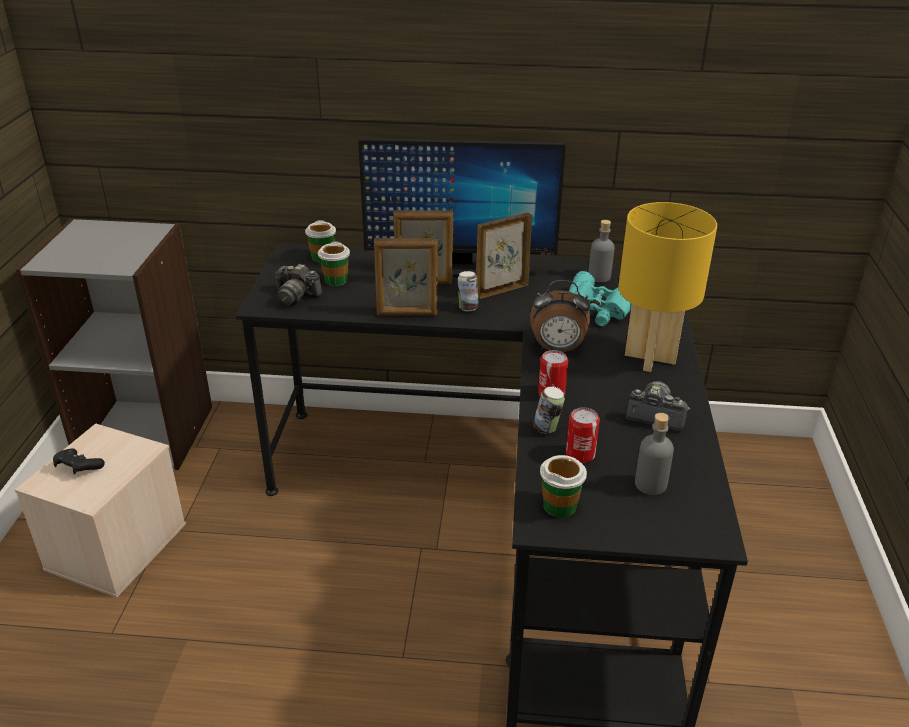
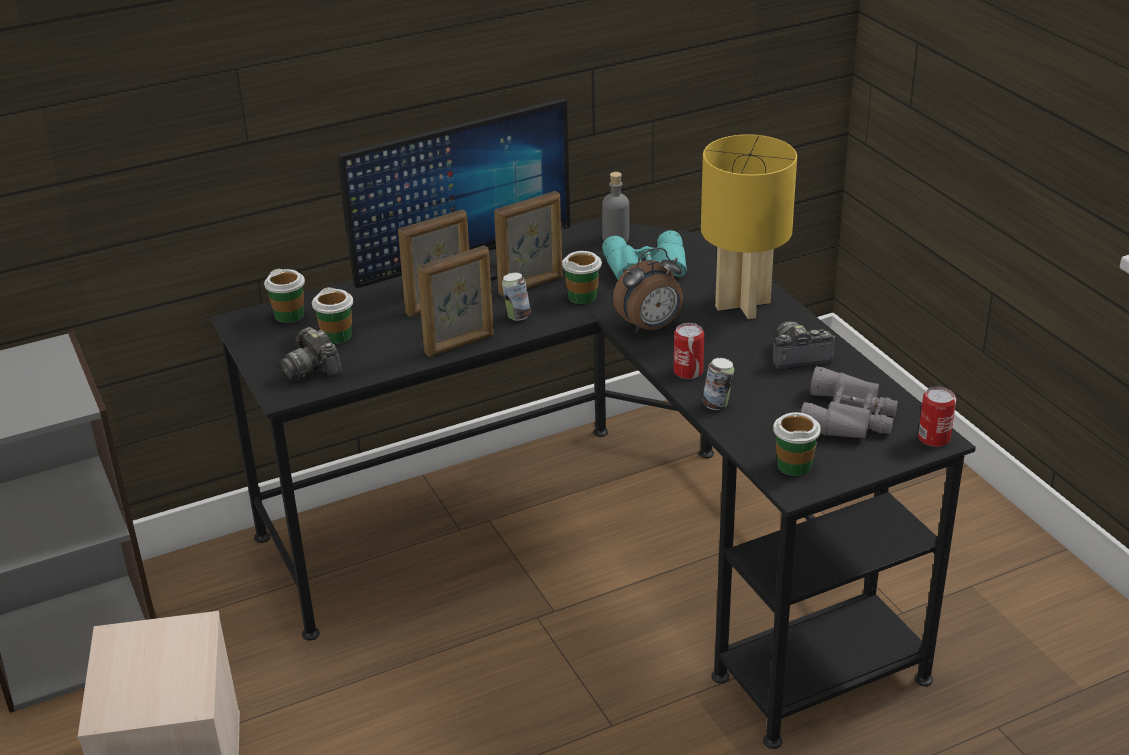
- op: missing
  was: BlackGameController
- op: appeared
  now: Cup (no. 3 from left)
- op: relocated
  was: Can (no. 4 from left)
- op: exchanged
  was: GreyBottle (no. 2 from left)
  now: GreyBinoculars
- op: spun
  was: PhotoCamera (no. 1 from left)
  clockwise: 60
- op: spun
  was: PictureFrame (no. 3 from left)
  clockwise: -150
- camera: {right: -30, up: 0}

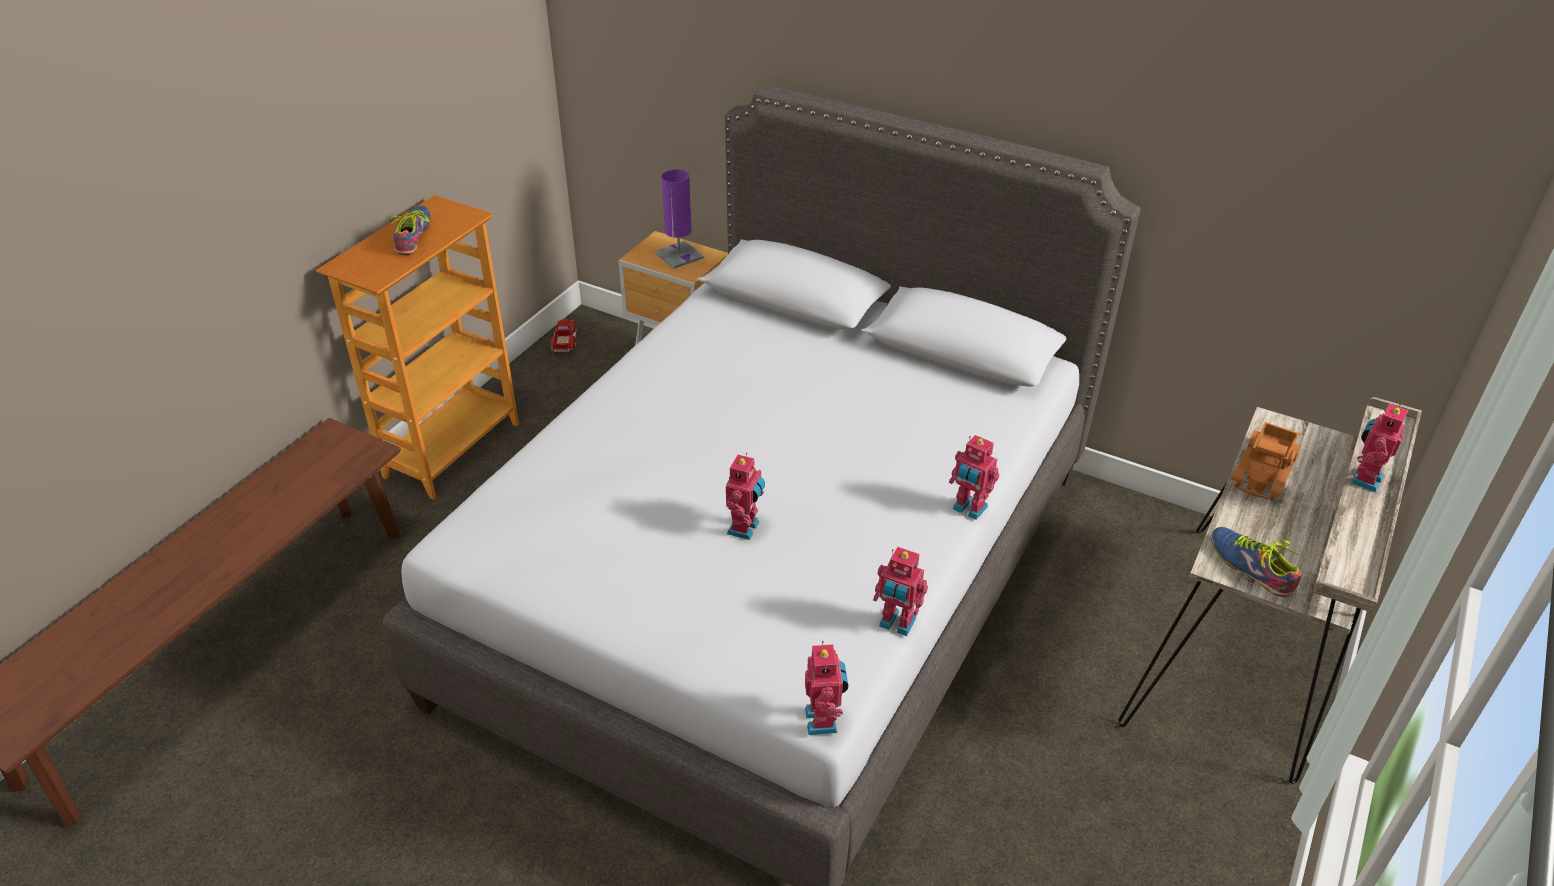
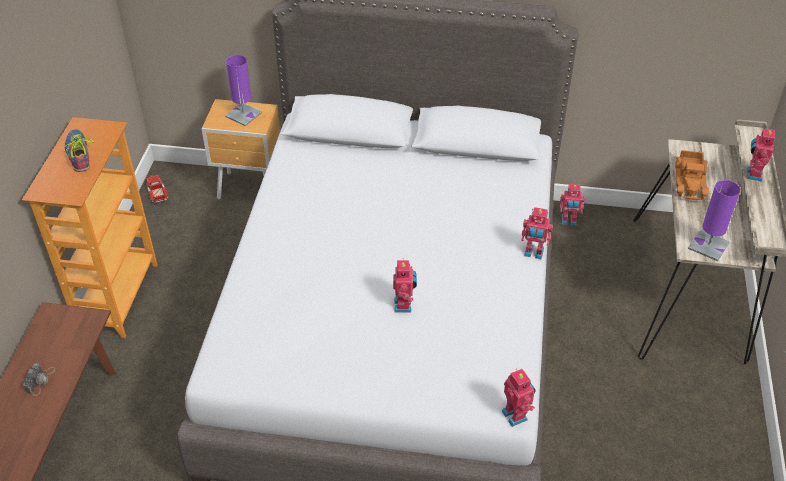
- op: appeared
  now: PhotoCamera
- op: relocated
  was: ToyRobot (no. 3 from left in the first image)
  now: ToyRobot (no. 4 from left)
- op: exchanged
  was: Shoe (no. 2 from left)
  now: PurpleTableLamp (no. 2 from left)
- camera: {right: -20, up: 5}

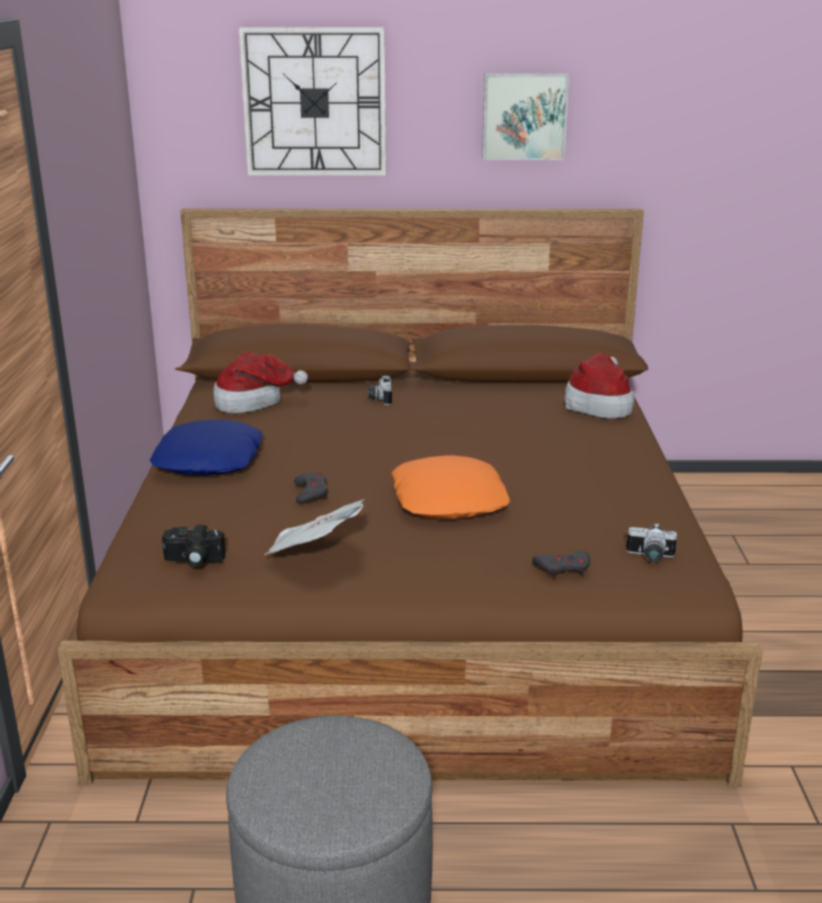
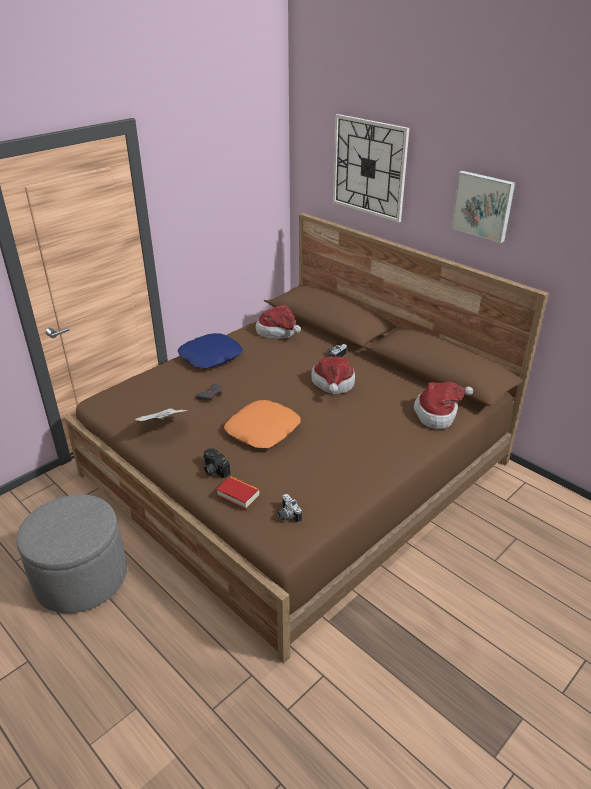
- op: appeared
  now: Hat (no. 2 from left)
- op: relocated
  was: PhotoCamera (no. 1 from left)
- op: exchanged
  was: GreyGameController (no. 2 from left)
  now: Book
- camera: {right: 45, up: 10}

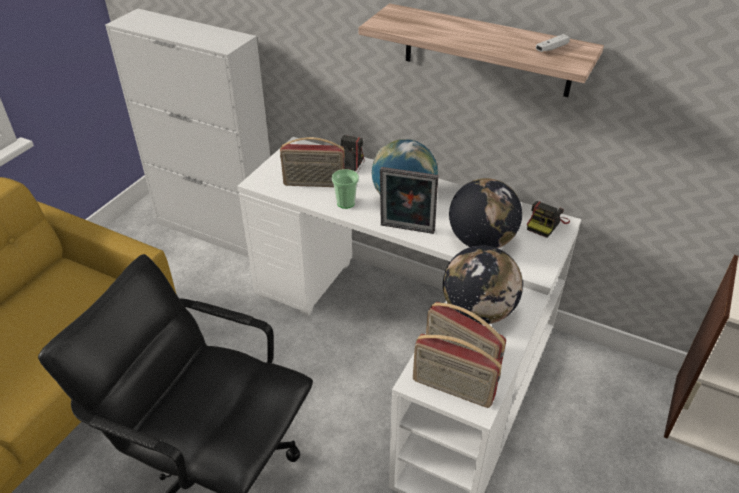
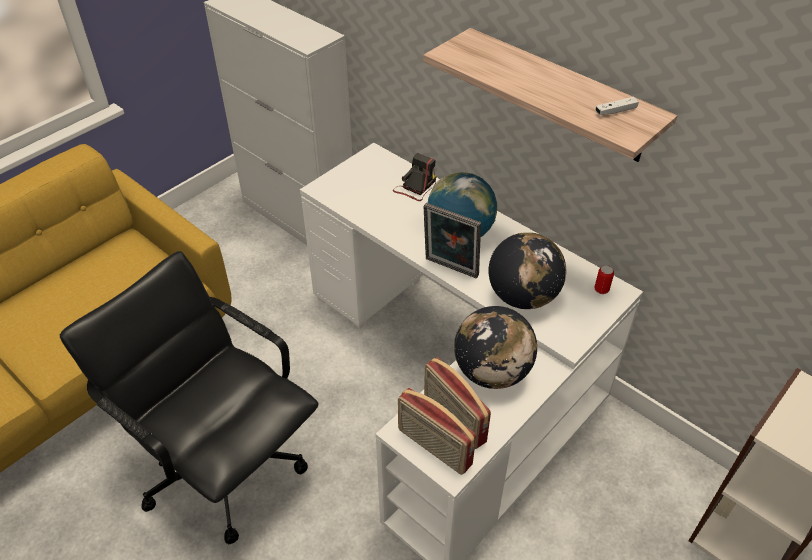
- op: missing
  was: Radio (no. 1 from left)
- op: missing
  was: Cup
- op: exchanged
  was: PhotoCamera (no. 2 from left)
  now: Can
- camera: {right: 15, up: 5}

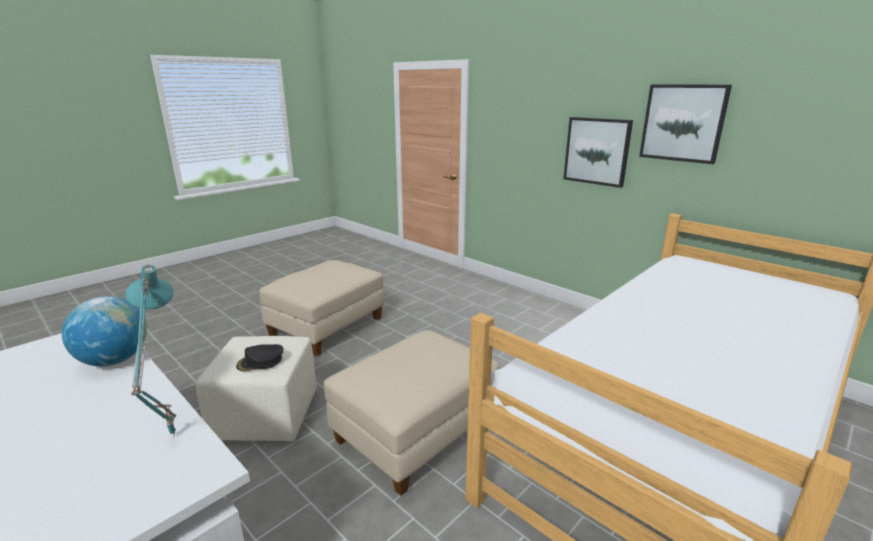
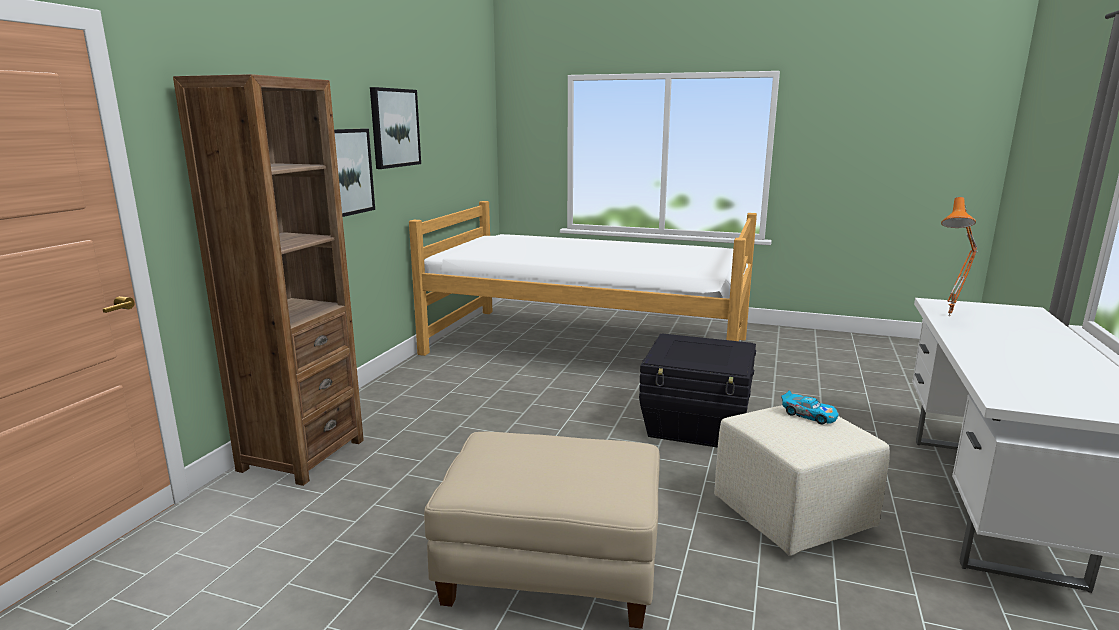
- op: missing
  was: Globe
- op: appeared
  now: BrownBookcase
- op: exchanged
  was: BlackCap
  now: ToyCar
- op: exchanged
  was: BeigeOttoman (no. 3 from left)
  now: BlackStorageBox
- op: colour
  was: TurquoiseTableLamp
  now: OrangeTableLamp
- camera: {right: -115, up: -5}

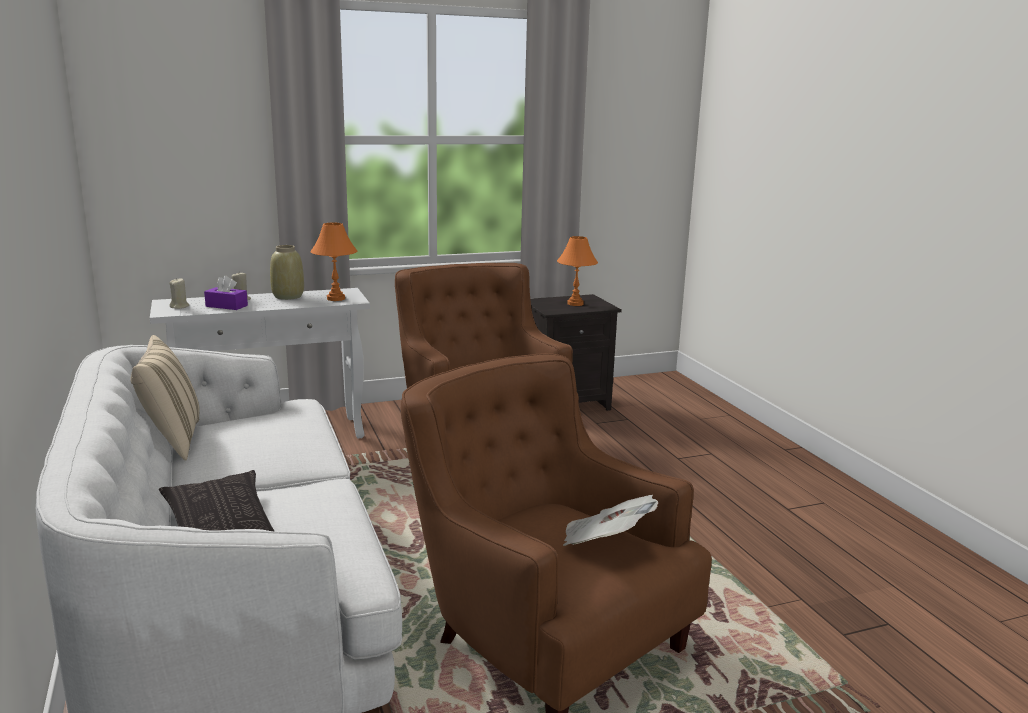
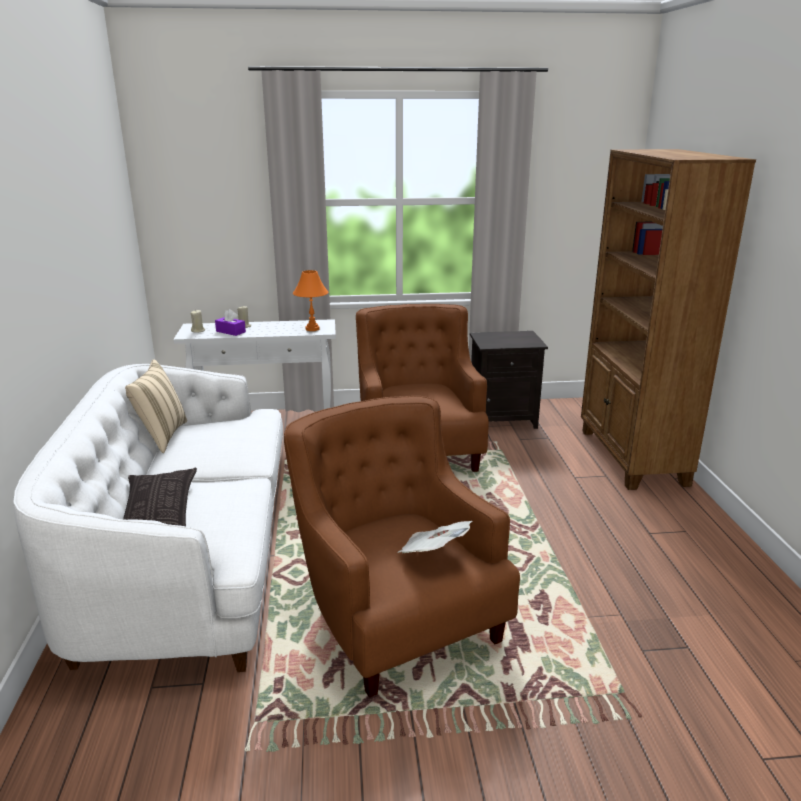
- op: missing
  was: BeigeVase
- op: missing
  was: OrangeTableLamp (no. 2 from left)
- op: appeared
  now: BrownBookcase
- camera: {right: 15, up: 5}

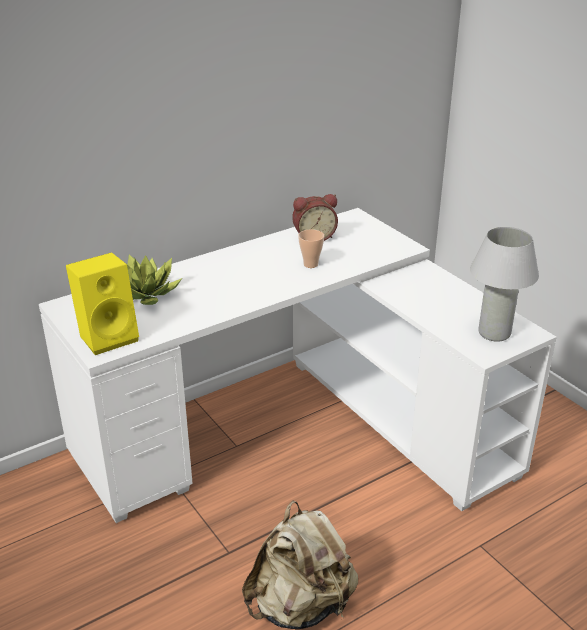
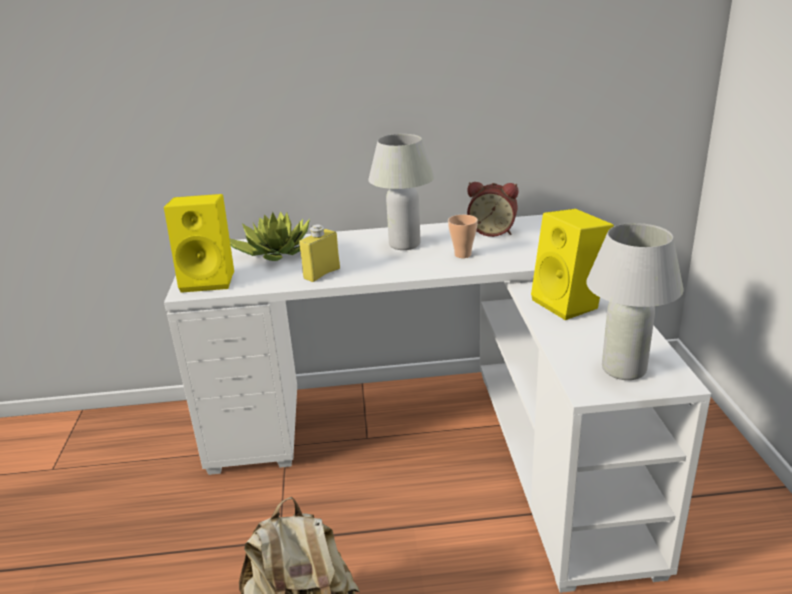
- op: appeared
  now: YellowBottle
- op: appeared
  now: WhiteTableLamp (no. 1 from left)
- op: appeared
  now: YellowSpeaker (no. 2 from left)
- camera: {right: 30, up: -5}

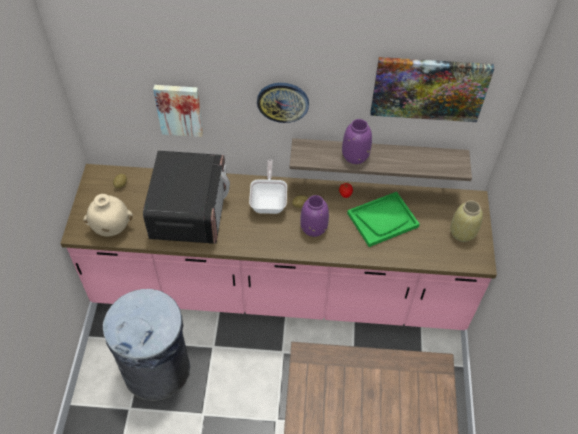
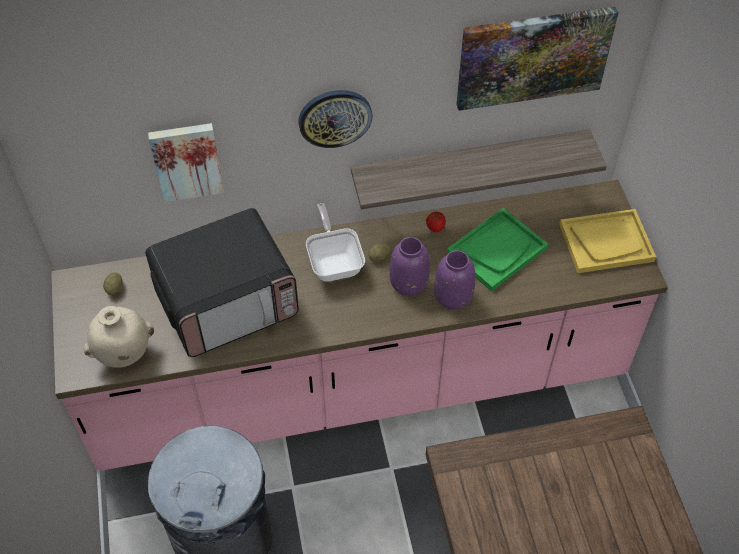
- op: relocated
  was: PurpleVase (no. 2 from left)
- op: exchanged
  was: BeigeVase (no. 2 from left)
  now: YellowTray
- op: spun
  was: Microwave
  clockwise: 75
- camera: {right: -15, up: 0}

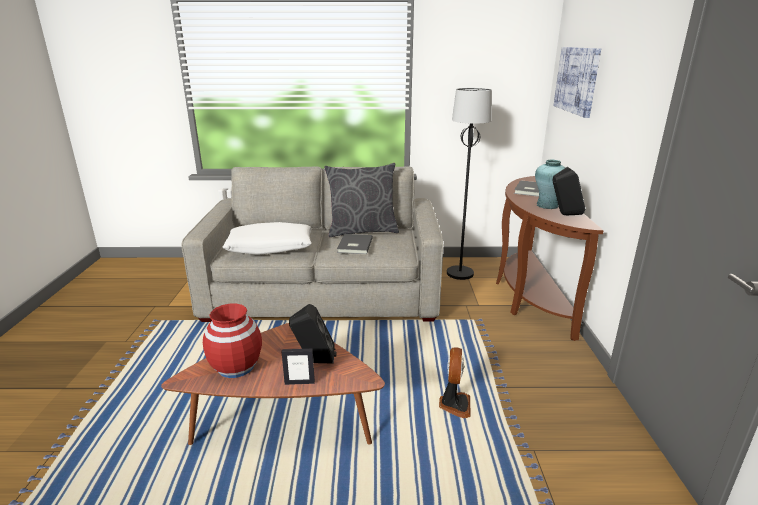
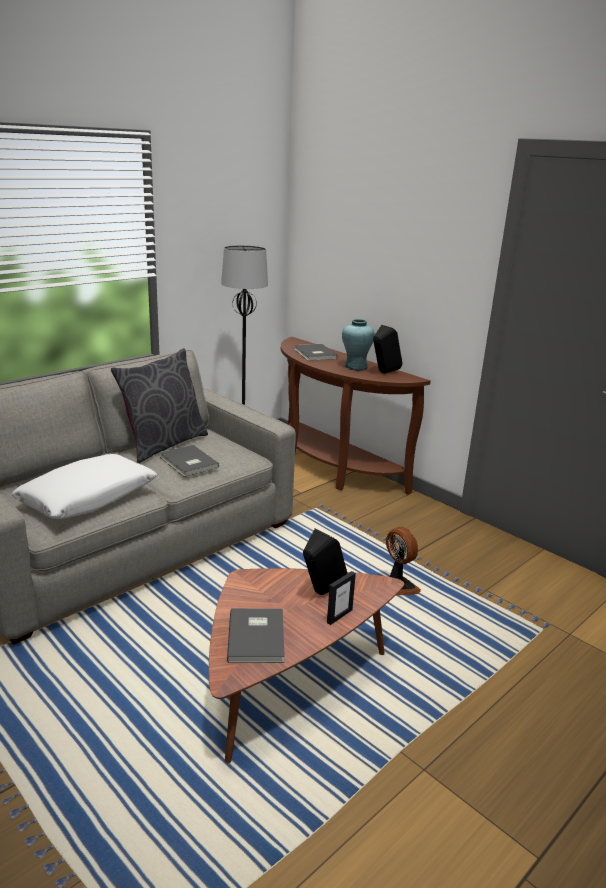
- op: missing
  was: Picture
- op: exchanged
  was: RedVase
  now: GreyBook (no. 2 from left)
- camera: {right: -45, up: 0}

